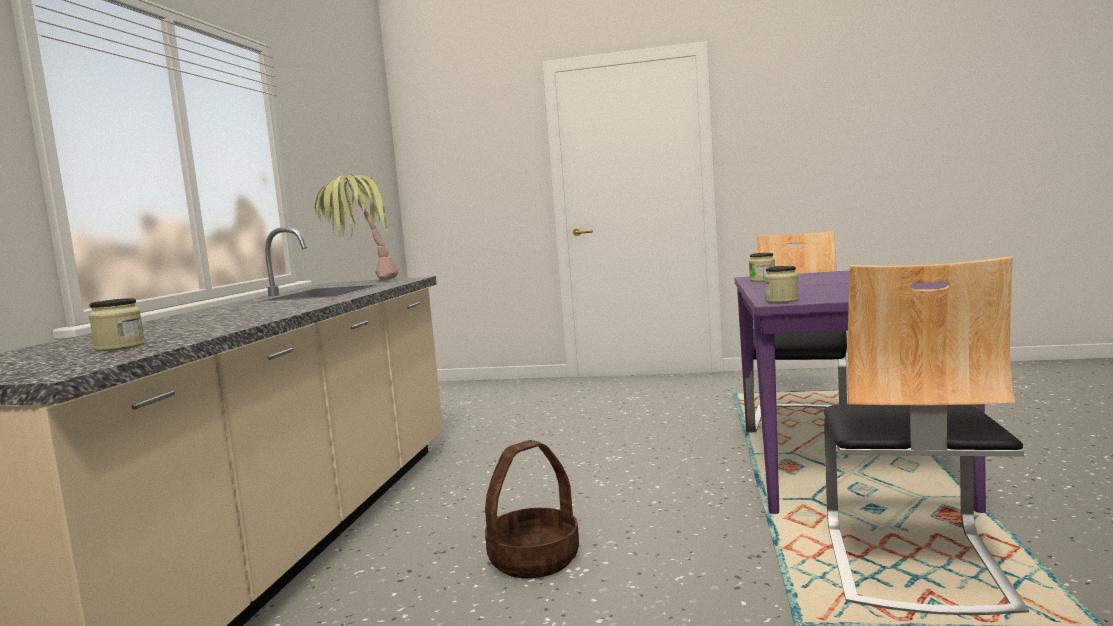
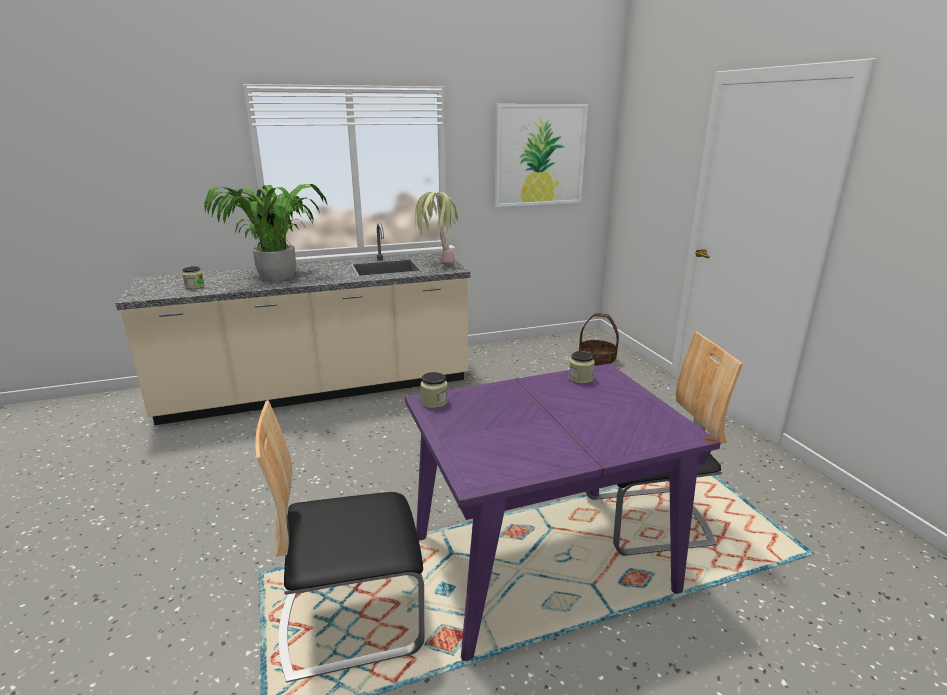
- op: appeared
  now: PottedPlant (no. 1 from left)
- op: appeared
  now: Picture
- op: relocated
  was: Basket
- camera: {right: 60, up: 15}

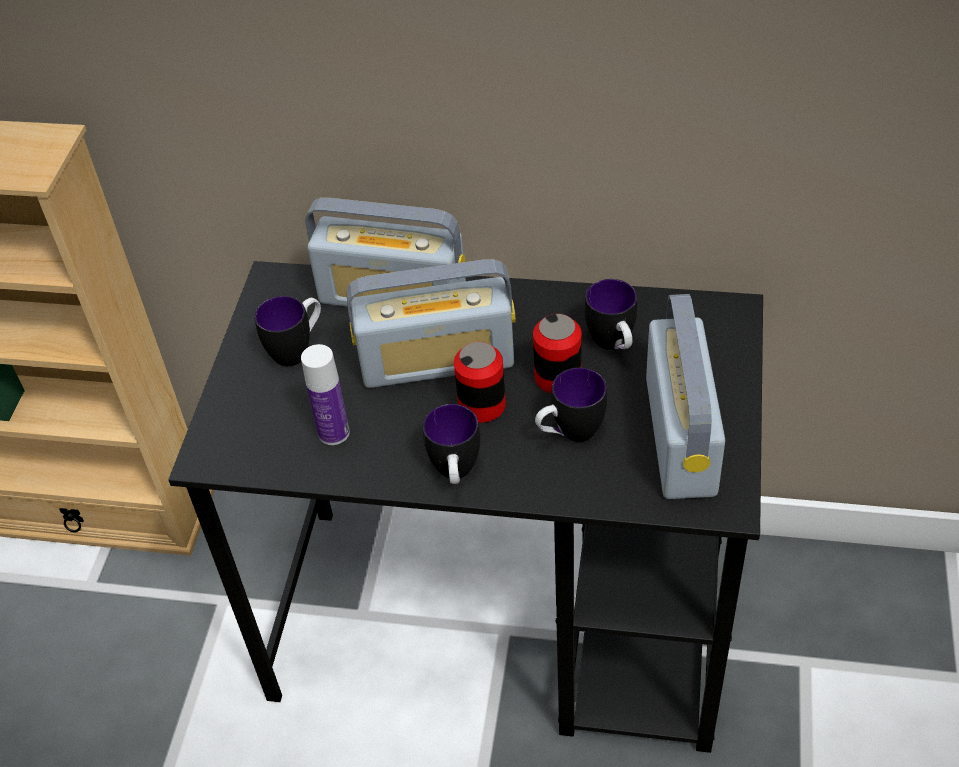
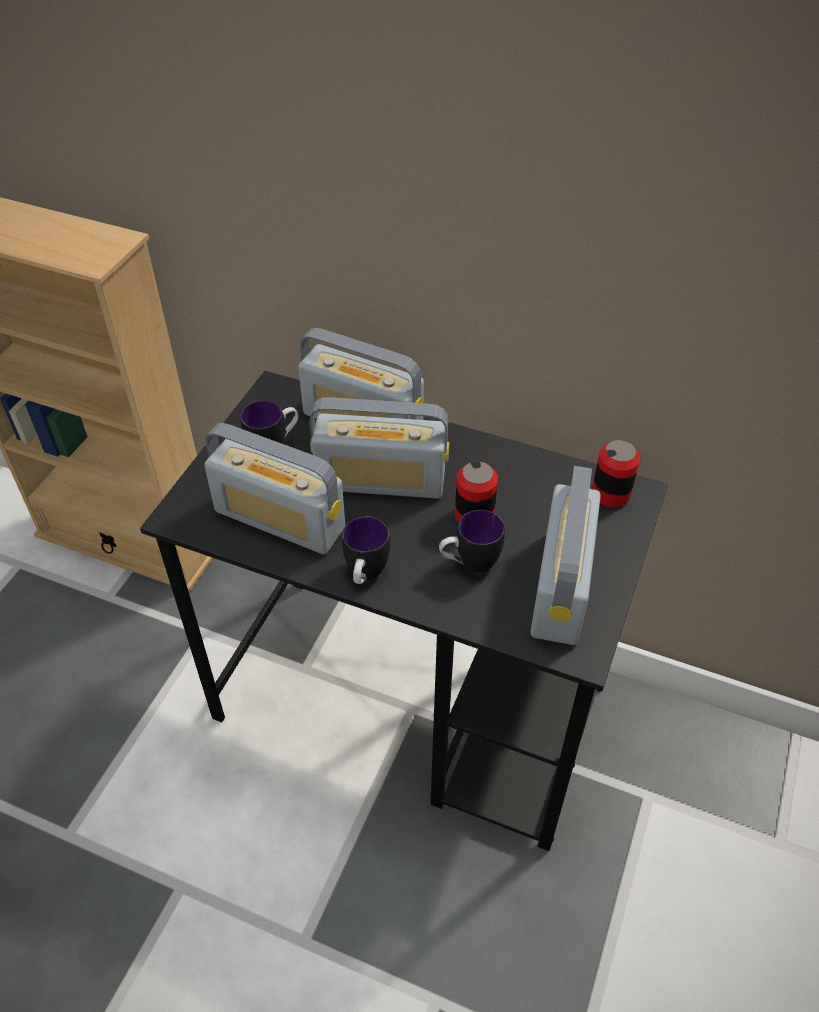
- op: missing
  was: Mug (no. 4 from left)
- op: relocated
  was: Can (no. 1 from left in the first image)
  now: Can (no. 2 from left)
- op: exchanged
  was: Bottle
  now: Radio (no. 1 from left)
- camera: {right: 10, up: 0}

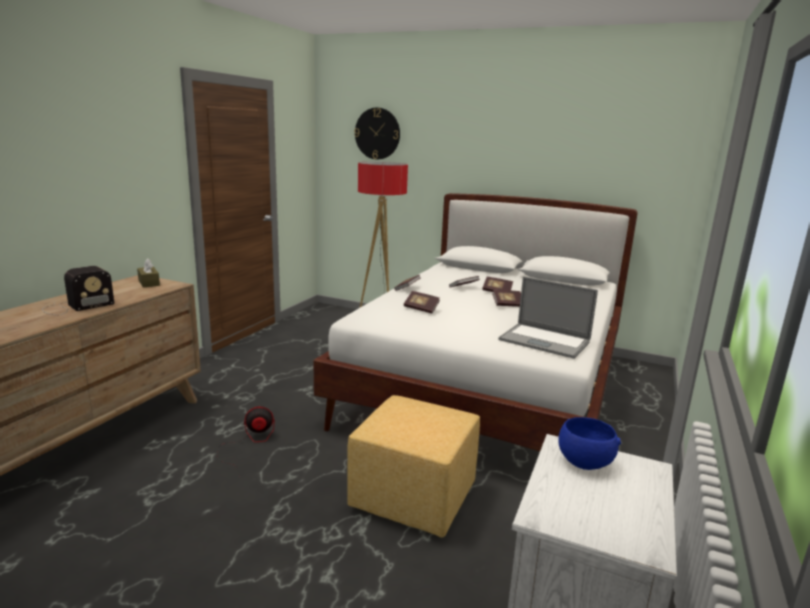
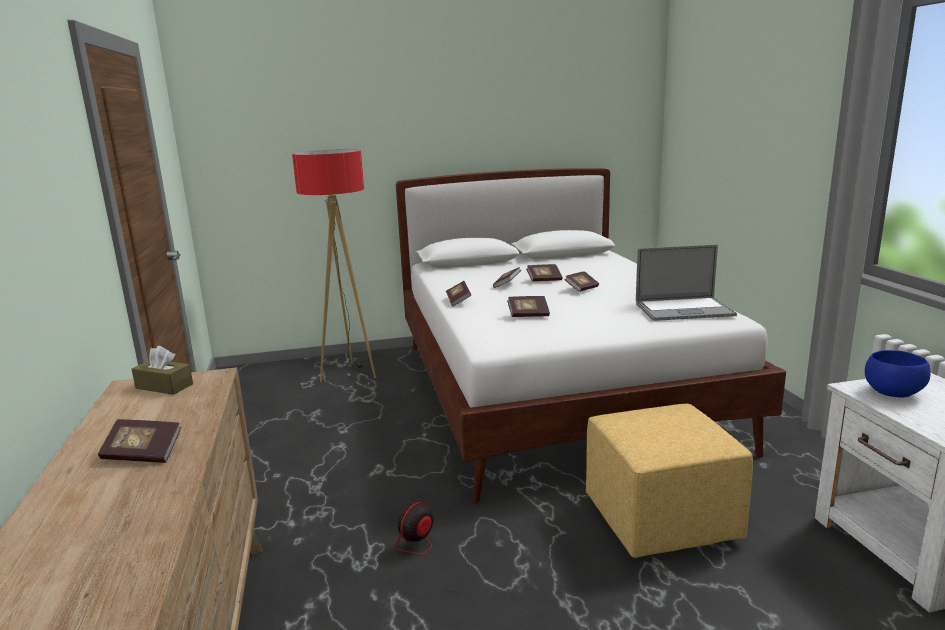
- op: missing
  was: WallClock
- op: exchanged
  was: Radio
  now: Book (no. 1 from left)
- camera: {right: -35, up: 0}

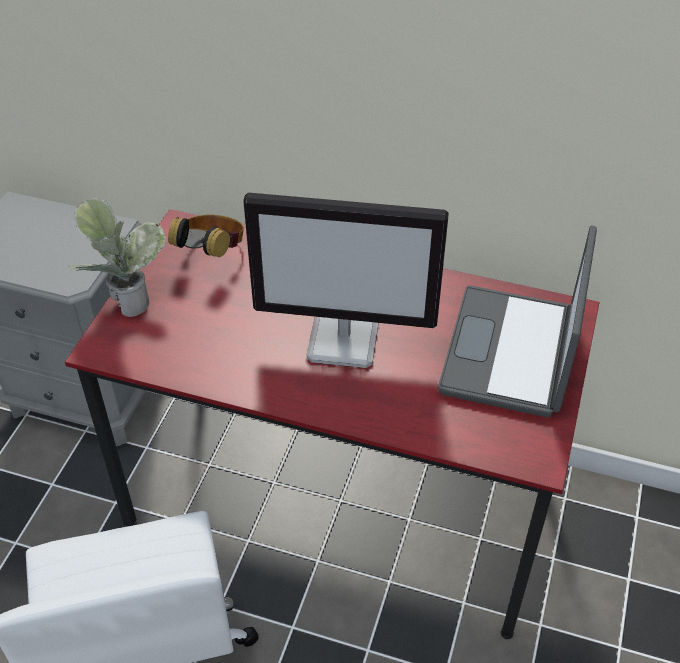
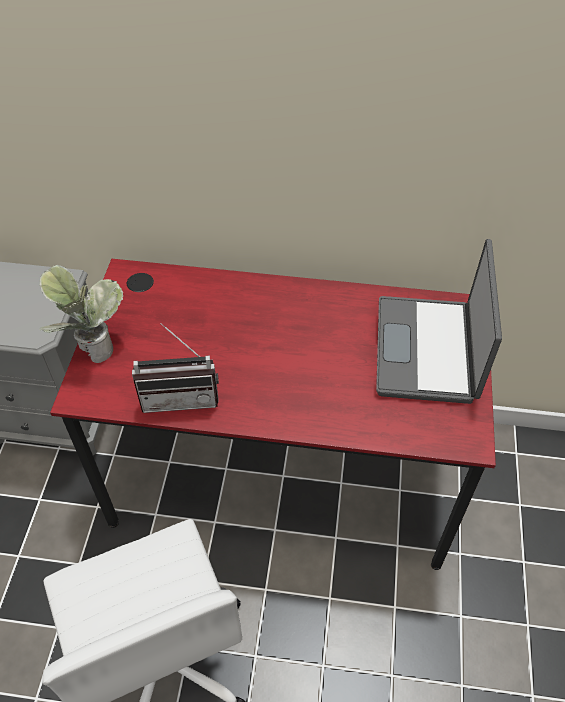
- op: missing
  was: Headphones
- op: missing
  was: Monitor
- op: appeared
  now: Radio
- camera: {right: -10, up: 5}

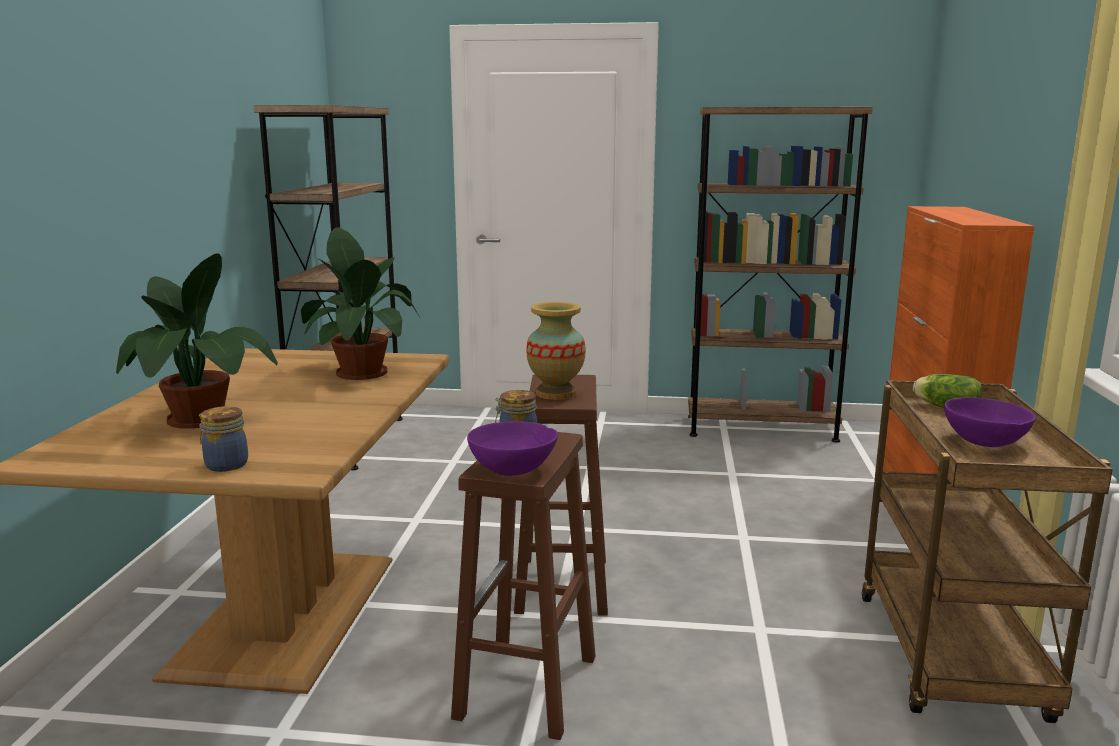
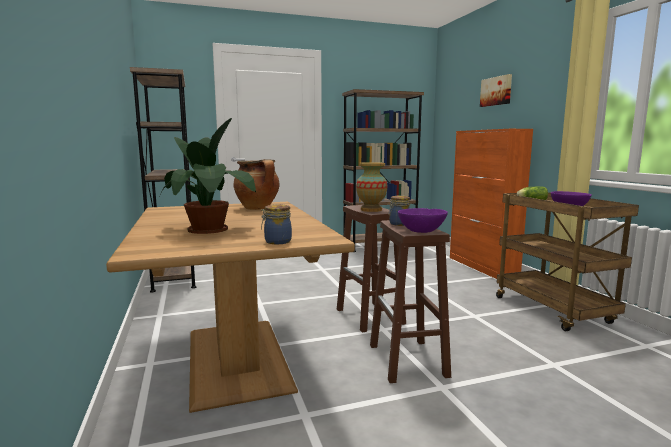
- op: appeared
  now: Picture
- op: exchanged
  was: PottedPlant (no. 2 from left)
  now: CookingPot
- camera: {right: -25, up: -5}

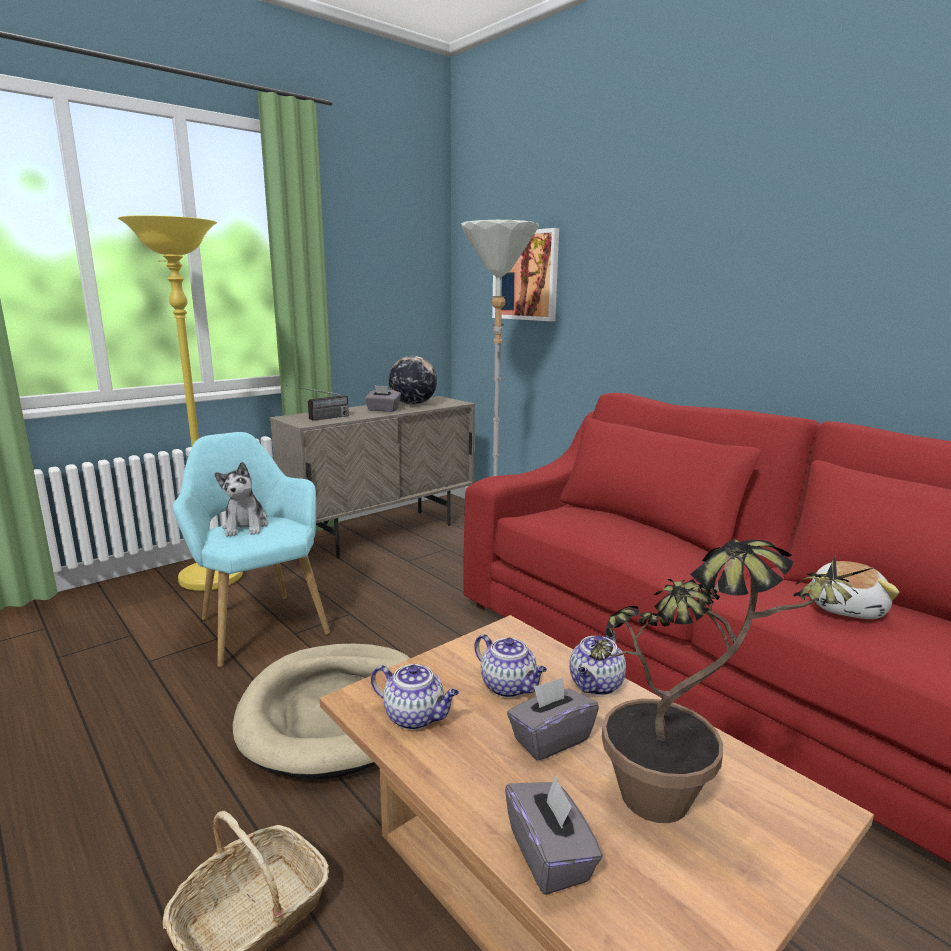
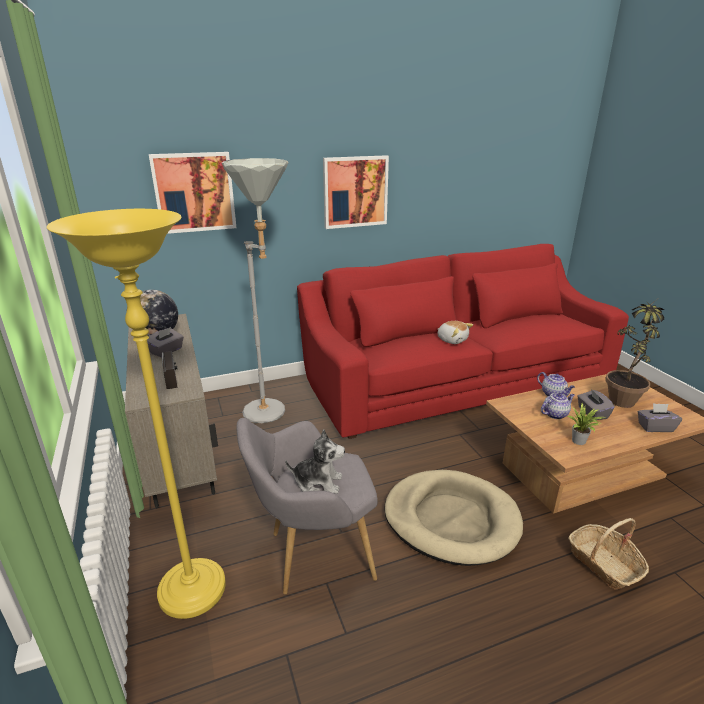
- op: appeared
  now: Picture (no. 2 from left)
- op: relocated
  was: PlushToy (no. 2 from left)
- op: exchanged
  was: Teapot (no. 1 from left)
  now: PottedPlant (no. 1 from left)
- op: colour
  was: TurquoiseArmchair
  now: GreyArmchair
- camera: {right: -70, up: 10}

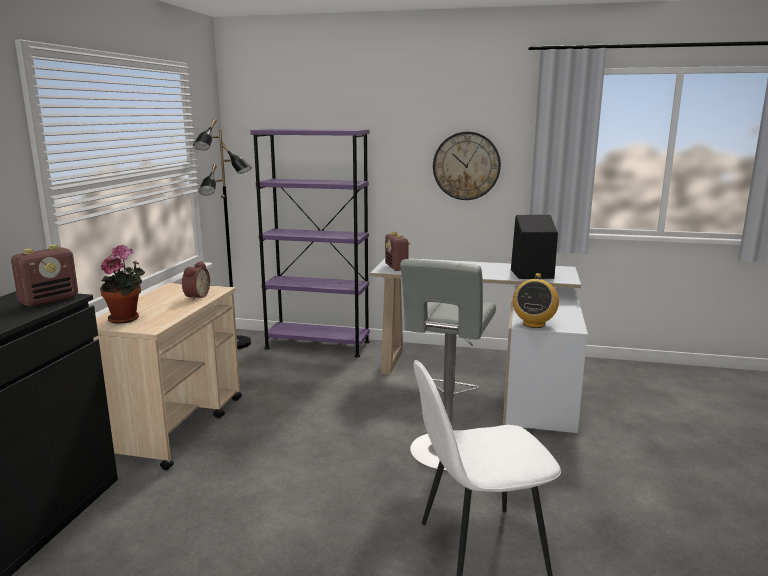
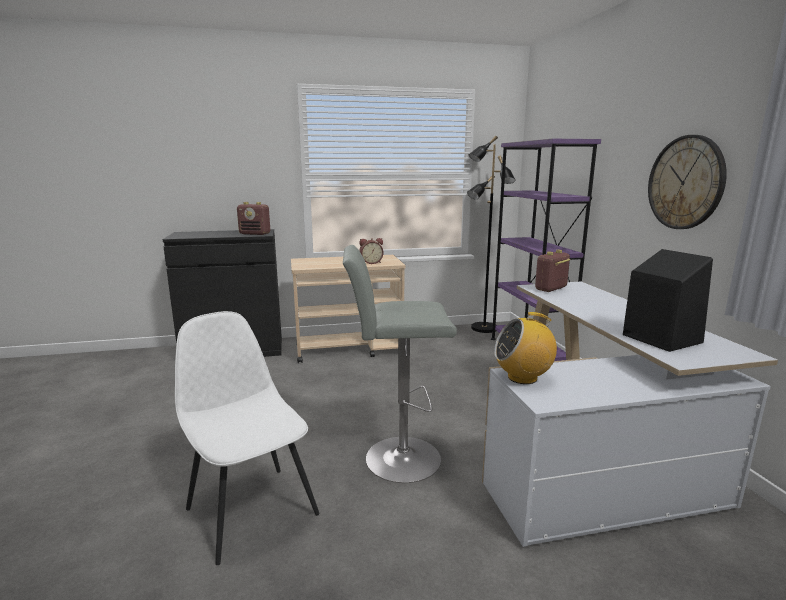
- op: missing
  was: PottedPlant
- camera: {right: 65, up: 0}

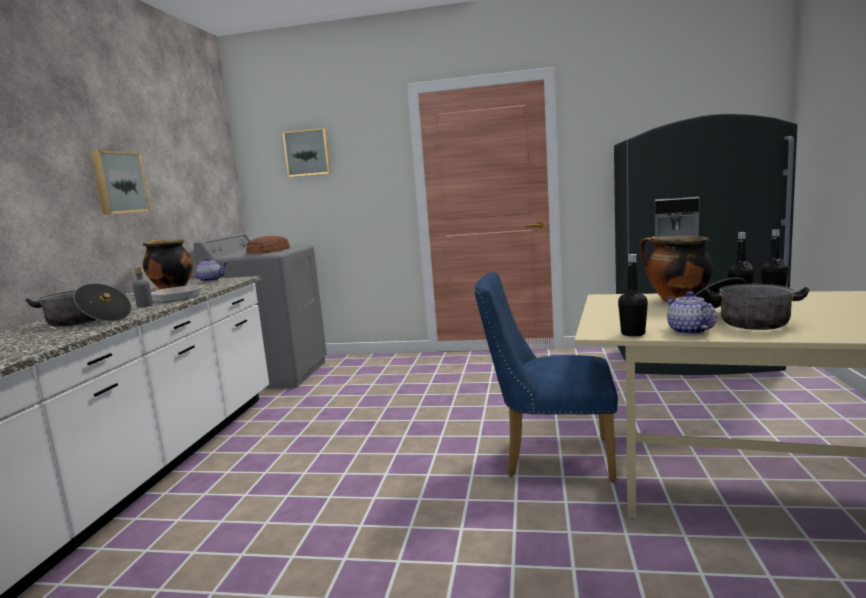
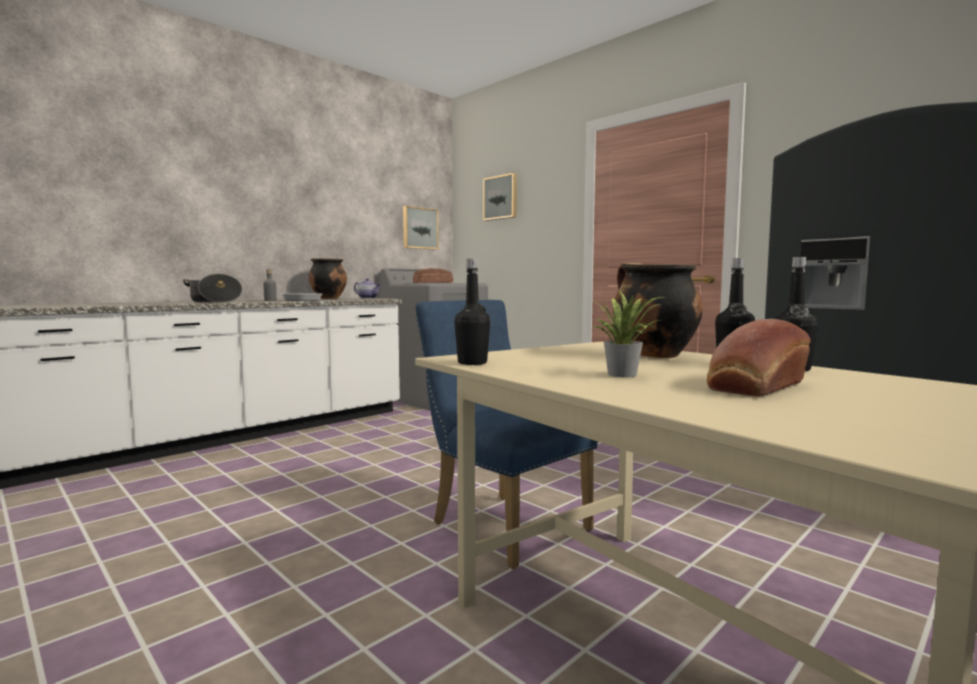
- op: missing
  was: Teapot (no. 2 from left)
- op: appeared
  now: Bread (no. 2 from left)
- op: relocated
  was: Picture (no. 1 from left)
- op: exchanged
  was: CookingPot (no. 4 from left)
  now: PottedPlant
- camera: {right: 35, up: -5}

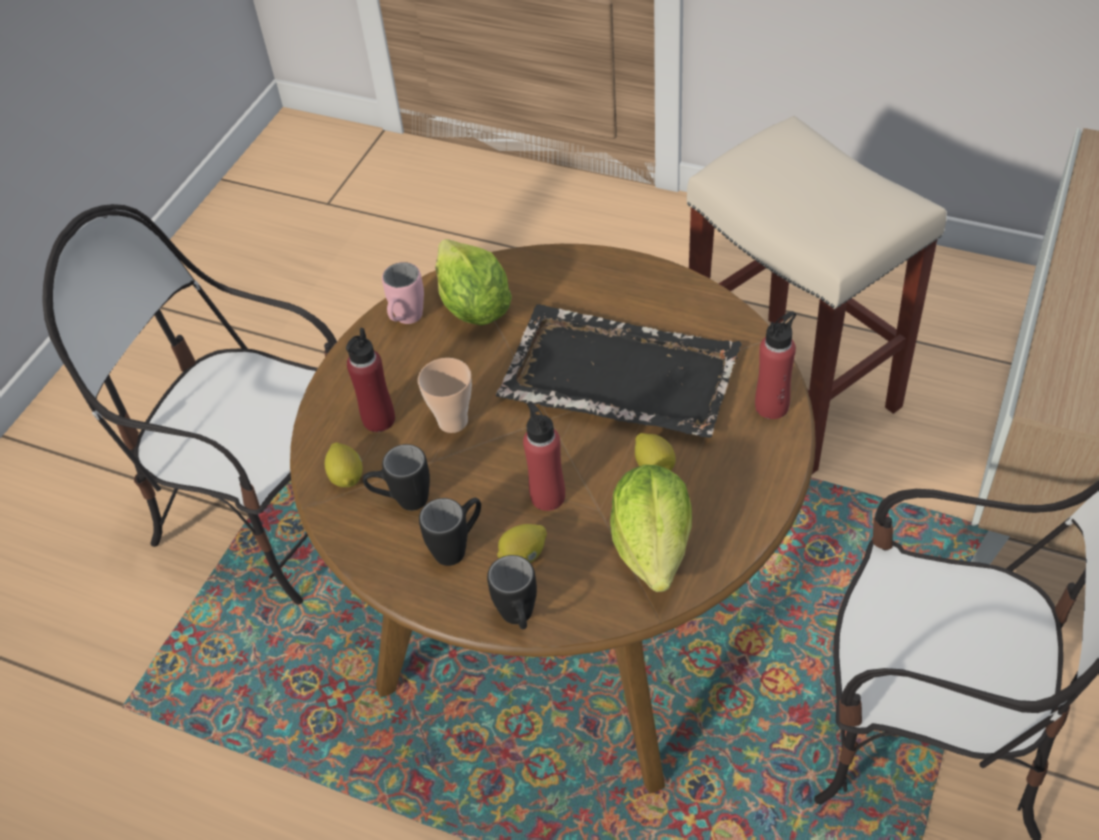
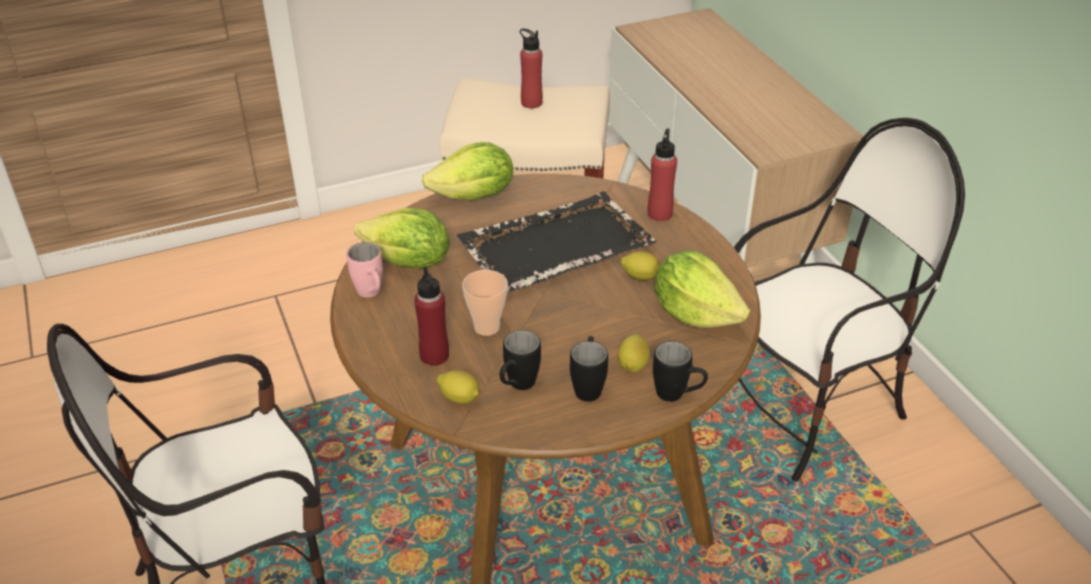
- op: appeared
  now: Lettuce (no. 2 from left)
- op: relocated
  was: RedBottle (no. 2 from left)
- camera: {right: -50, up: -10}

